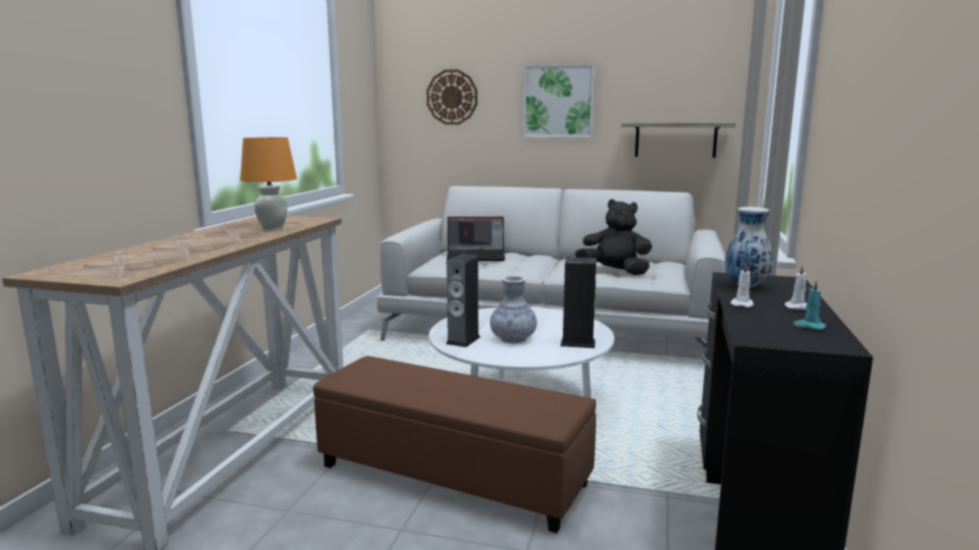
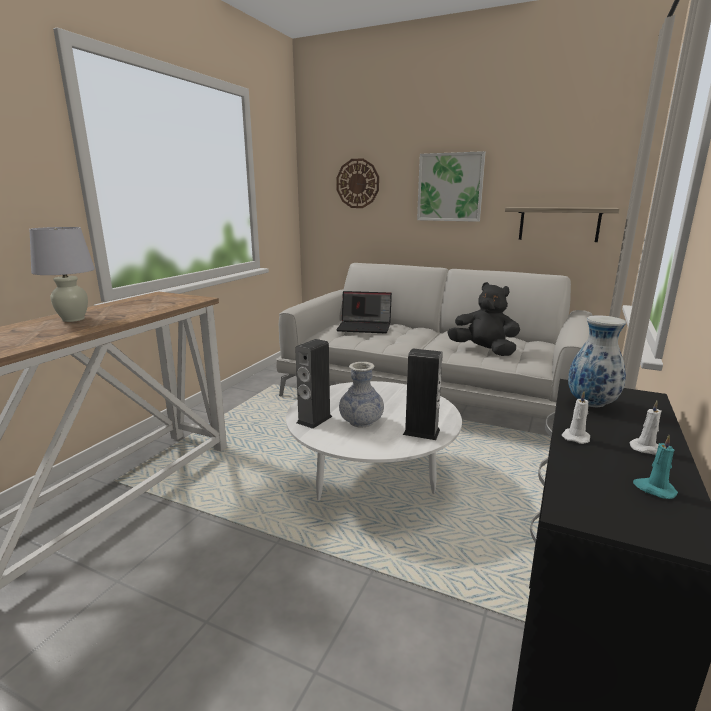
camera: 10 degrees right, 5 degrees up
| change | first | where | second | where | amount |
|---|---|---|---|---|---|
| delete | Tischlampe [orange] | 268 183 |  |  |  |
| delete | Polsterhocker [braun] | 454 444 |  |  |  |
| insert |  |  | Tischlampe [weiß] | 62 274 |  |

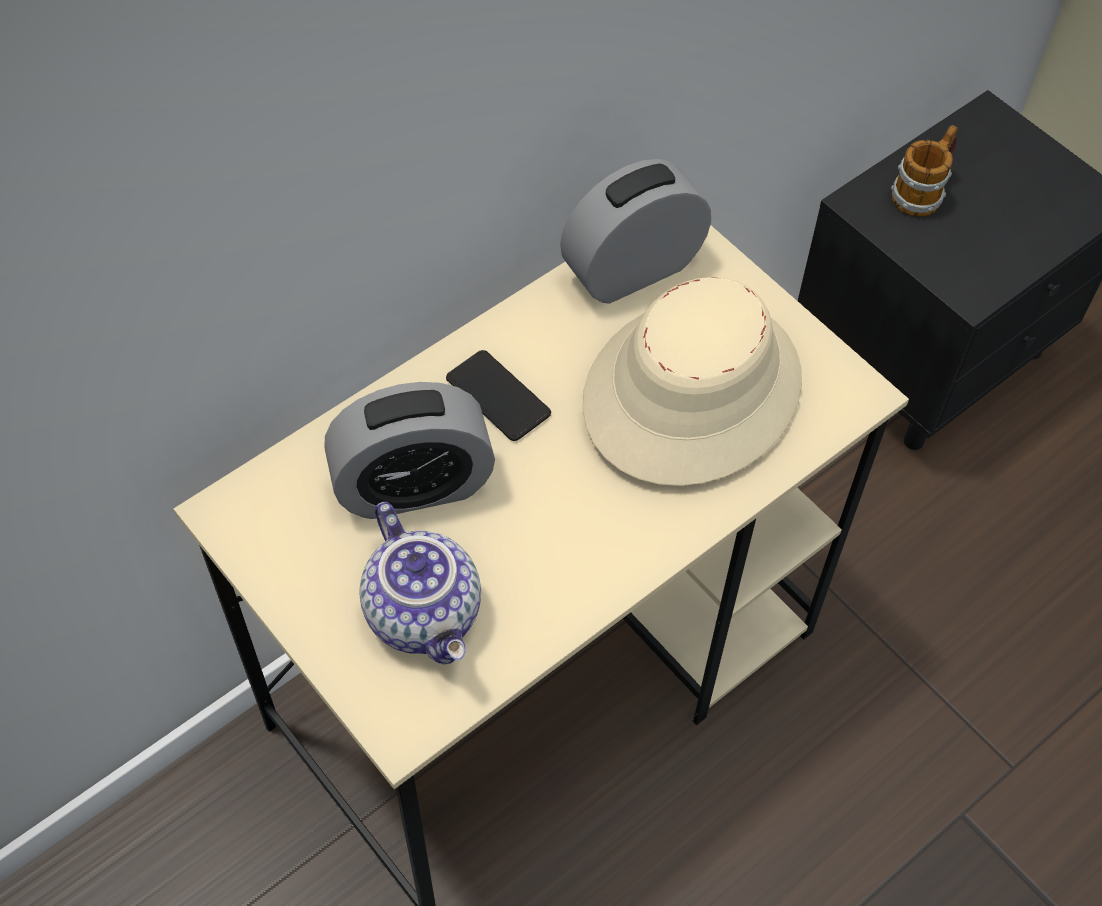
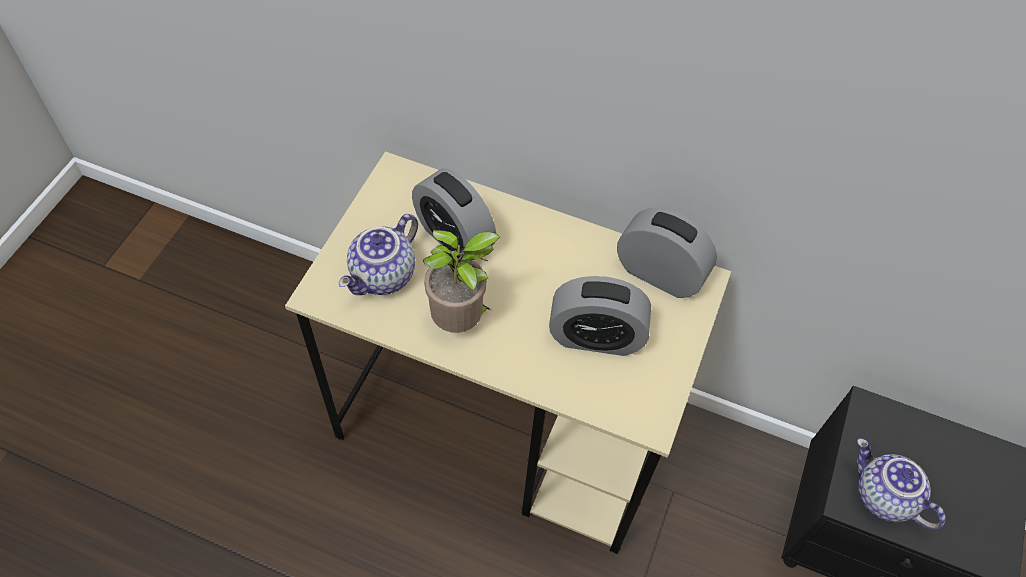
camera: 60 degrees right, 0 degrees up
| change | first | where | second | where | amount |
|---|---|---|---|---|---|
| delete | Handy | 498 395 |  |  |  |
| replace | Hut [beige] | 692 381 | Wecker | 600 316 |  |
| delete | Henkelbecher | 924 171 |  |  |  |
| insert |  |  | Topfpflanze | 462 281 |  |
| insert |  |  | Teekanne | 901 484 |  |

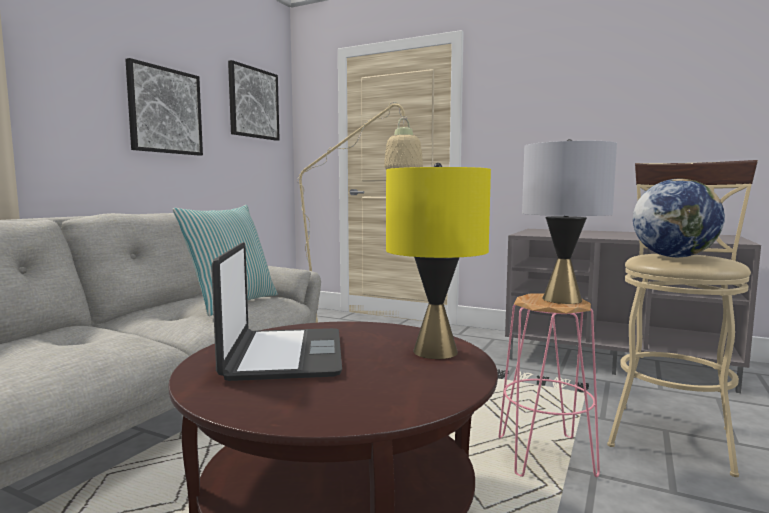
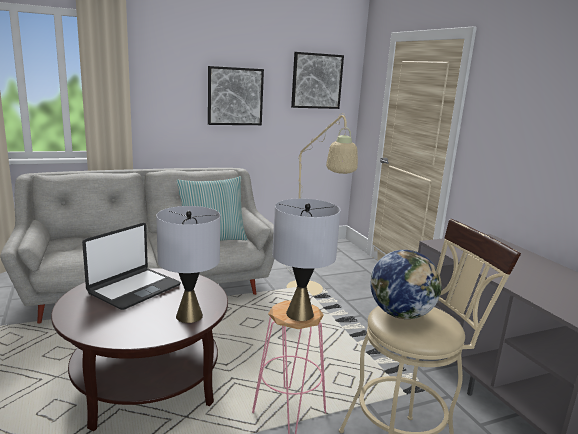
camera: 40 degrees right, 10 degrees up
| change | first | where | second | where | amount |
|---|---|---|---|---|---|
| recolor | Tischlampe [gelb] | 438 261 | Tischlampe [grau] | 188 264 |  |

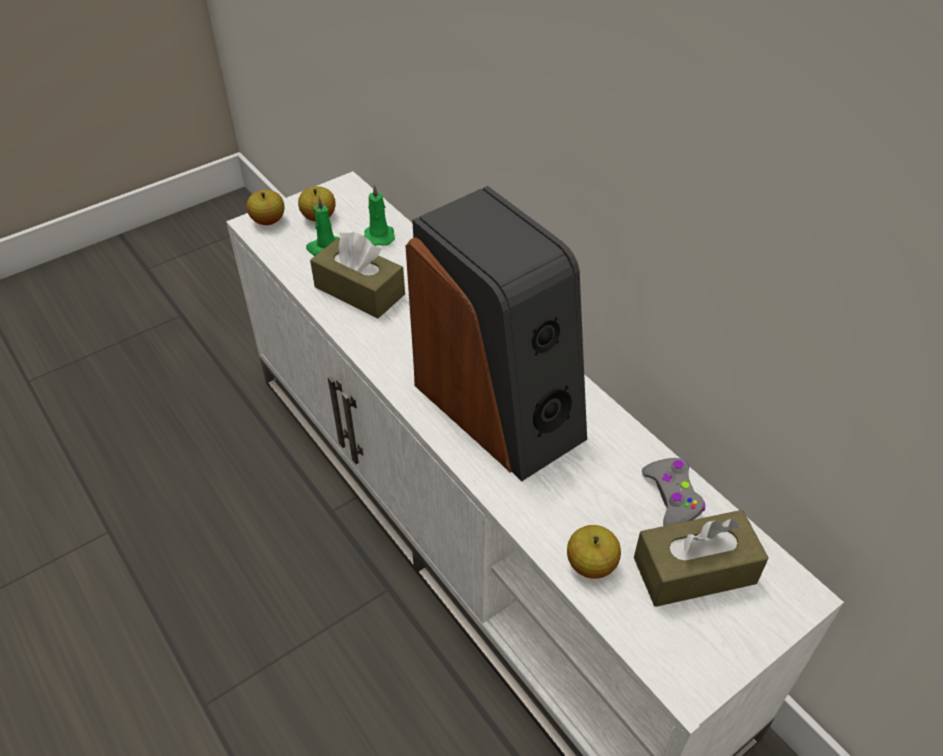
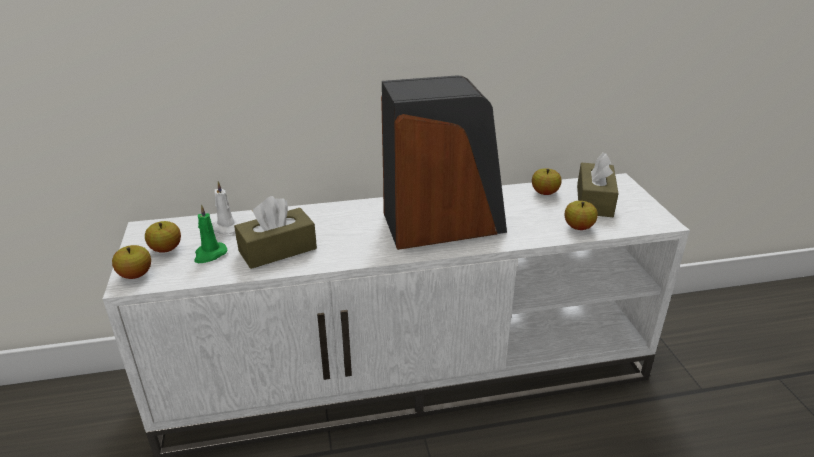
camera: 65 degrees left, 15 degrees down
| change | first | where | second | where | amount |
|---|---|---|---|---|---|
| recolor | Kerze [grün] | 379 215 | Kerze [weiß] | 226 208 |  |
| replace | Gamepad [grau] | 673 492 | Apfel | 547 181 |  |

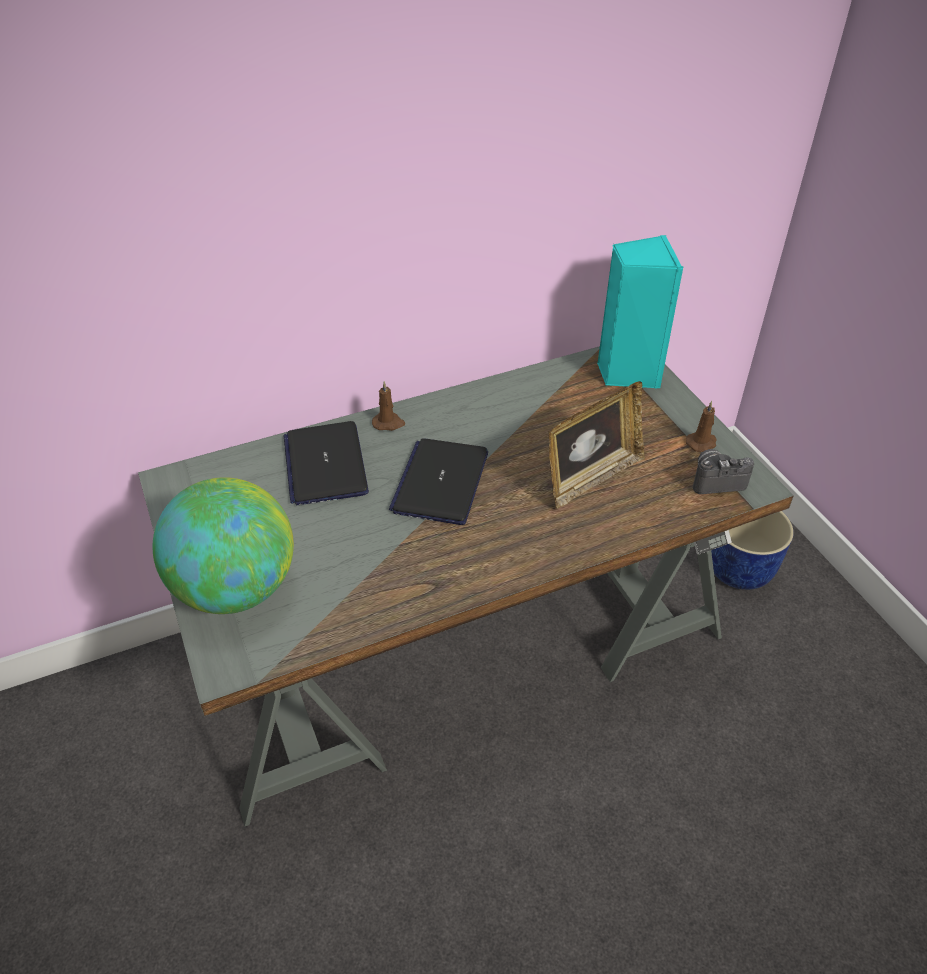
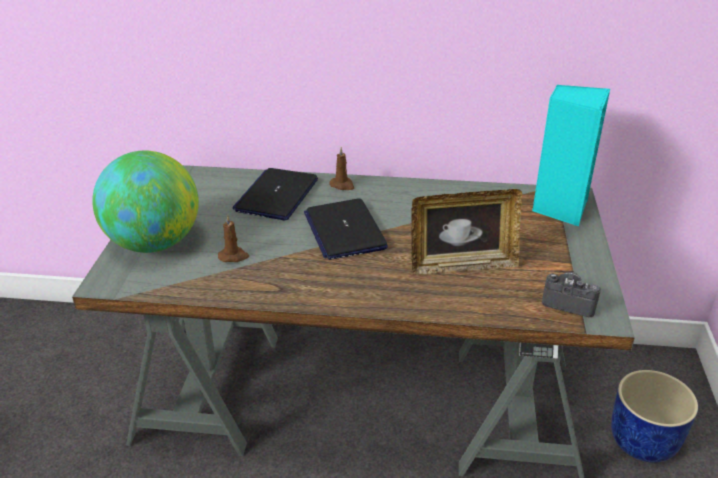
camera: 30 degrees right, 10 degrees down
| change | first | where | second | where | amount |
|---|---|---|---|---|---|
| rotate | Laptop | 438 481 |  | 346 229 | 60 degrees counterclockwise |
| move | Kerze [braun] | 701 426 |  | 233 238 |  |

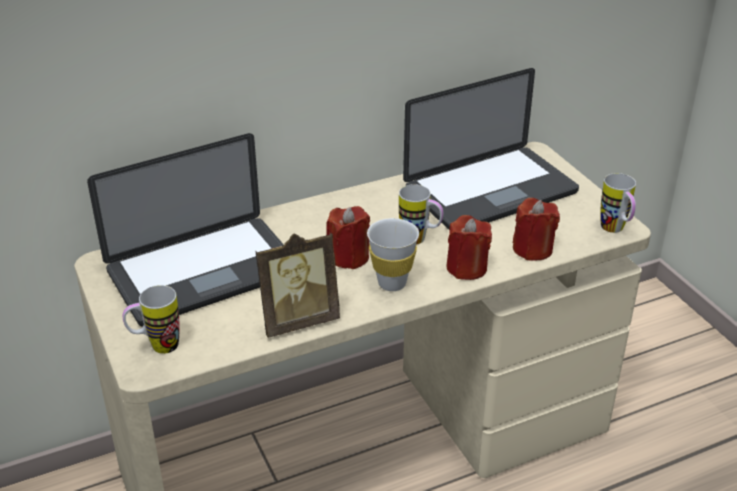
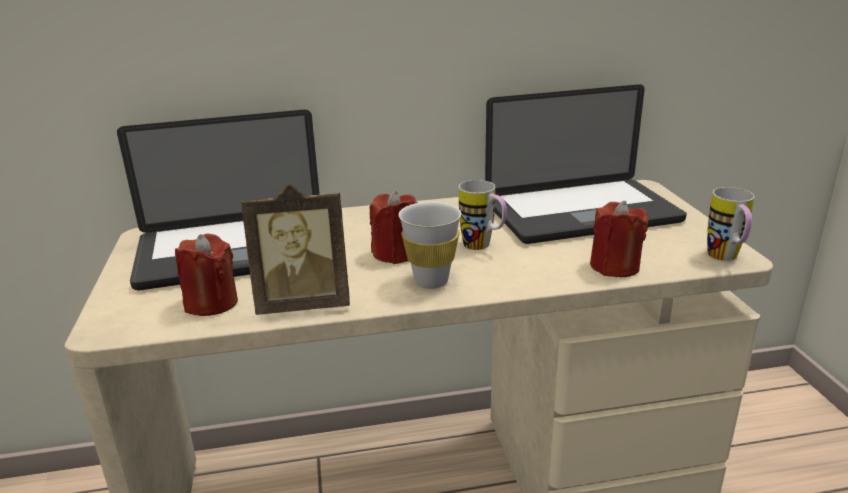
camera: 15 degrees right, 10 degrees down
| change | first | where | second | where | amount |
|---|---|---|---|---|---|
| delete | Henkelbecher | 151 319 |  |  |  |
| move | Kerze [rot] | 469 247 |  | 206 275 |  |

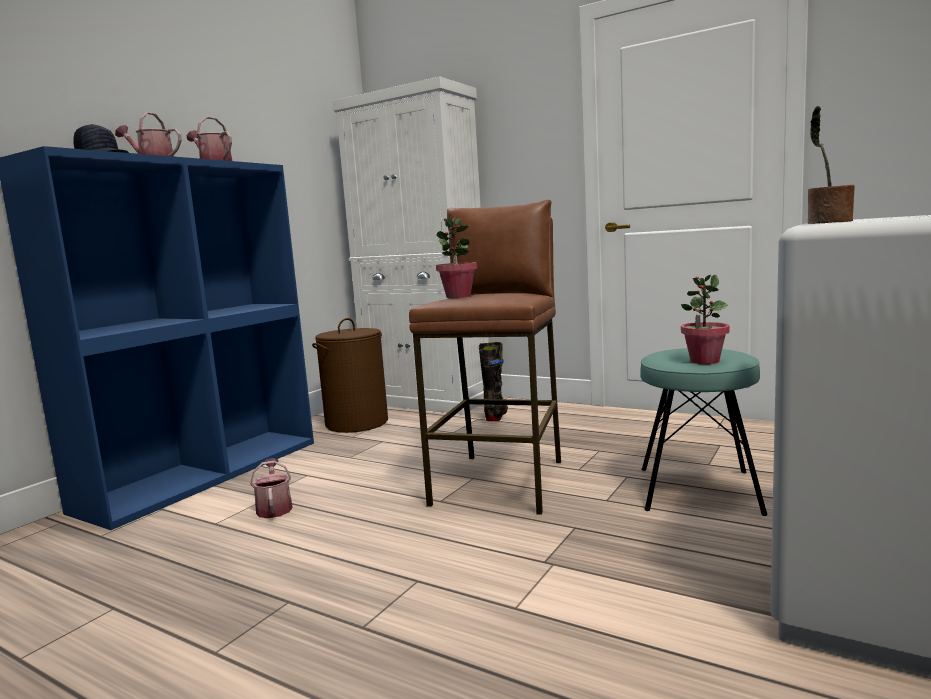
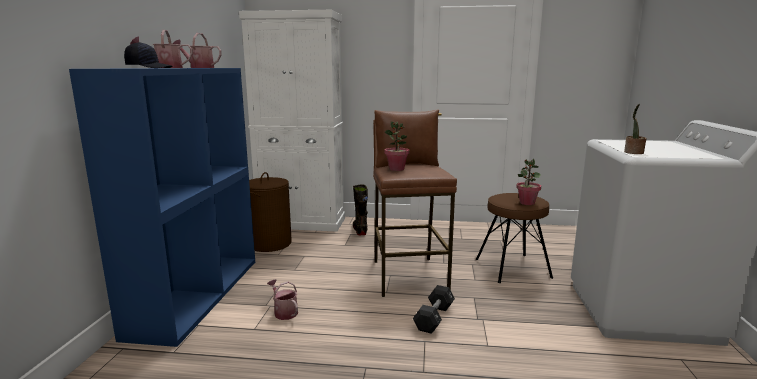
camera: 25 degrees left, 5 degrees up
| change | first | where | second | where | amount |
|---|---|---|---|---|---|
| recolor | Hocker [türkis] | 703 432 | Hocker [braun] | 514 238 |  |
| insert |  |  | Hantel [schwarz] | 434 309 |  |

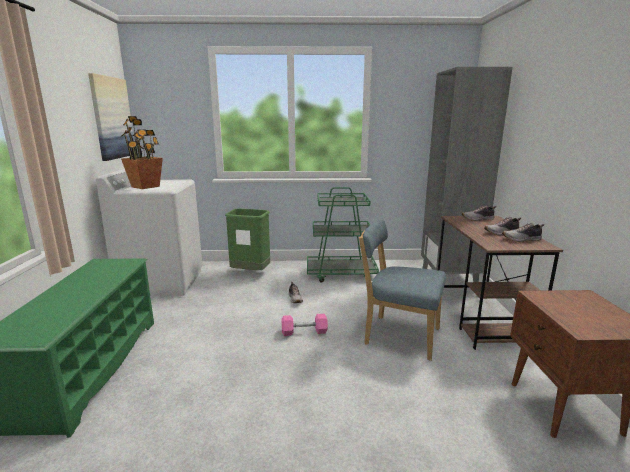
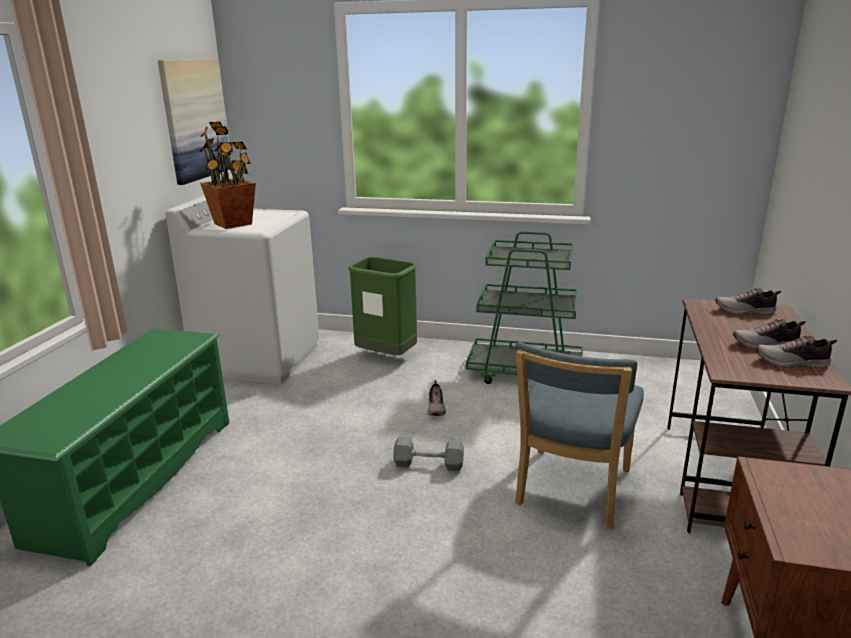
camera: 15 degrees right, 5 degrees up
| change | first | where | second | where | amount |
|---|---|---|---|---|---|
| recolor | Hantel [rosa] | 305 325 | Hantel [grau] | 428 454 |  |
| rotate | Stuhl [blau] | 402 290 |  | 579 435 | 105 degrees counterclockwise |
| delete | Bücherregal [grau] | 467 174 |  |  |  |

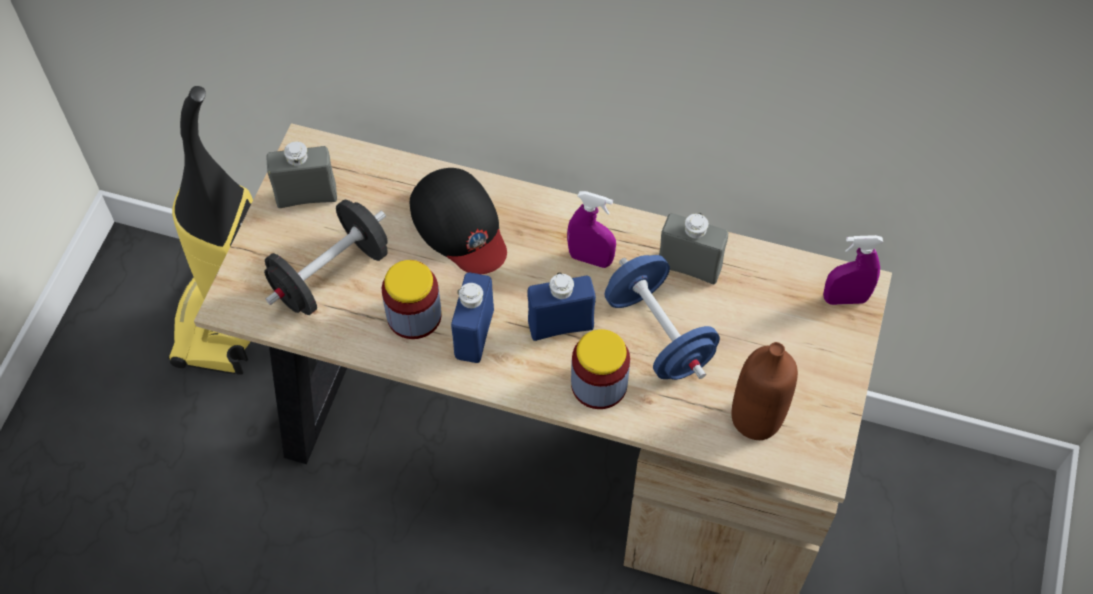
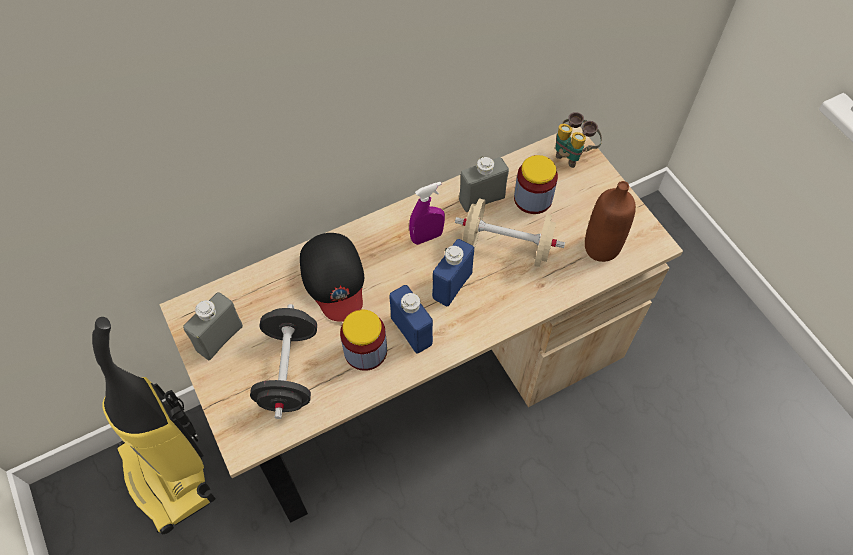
camera: 45 degrees left, 0 degrees up
| change | first | where | second | where | amount |
|---|---|---|---|---|---|
| rotate | Kappe [schwarz] | 458 221 |  | 332 277 | 60 degrees clockwise |
| move | Vorratsglas | 600 369 |  | 536 184 |  |
| recolor | Hantel [blau] | 662 317 | Hantel [beige] | 510 232 |  |
| replace | Sprühflasche [lila] | 853 270 | Fernglas | 578 140 |  |

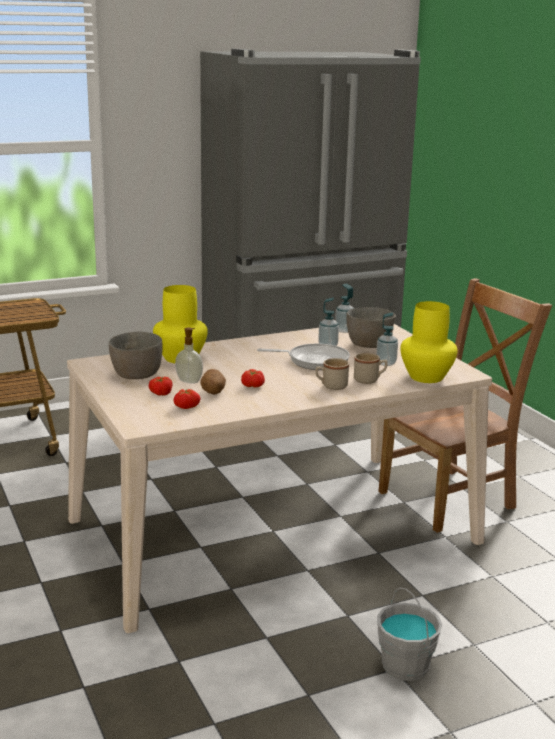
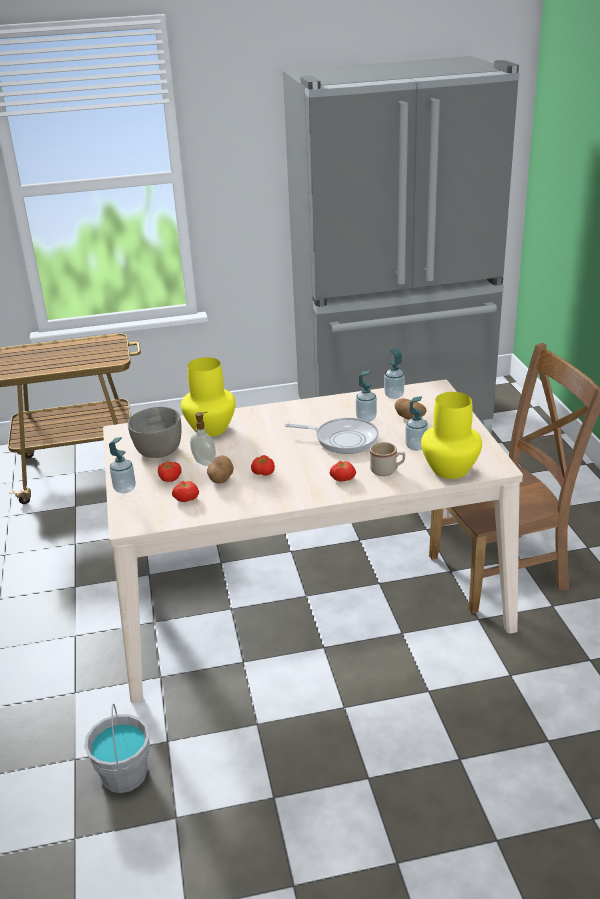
camera: 15 degrees right, 10 degrees up
| change | first | where | second | where | amount |
|---|---|---|---|---|---|
| replace | Henkelbecher [beige] | 332 374 | Tomate | 343 471 |  |
| replace | Schüssel [grau] | 371 327 | Kartoffel | 411 409 |  |
| move | Eimer [grau] | 409 634 |  | 117 748 |  |
| insert |  |  | Seifenspender | 122 465 |  |

